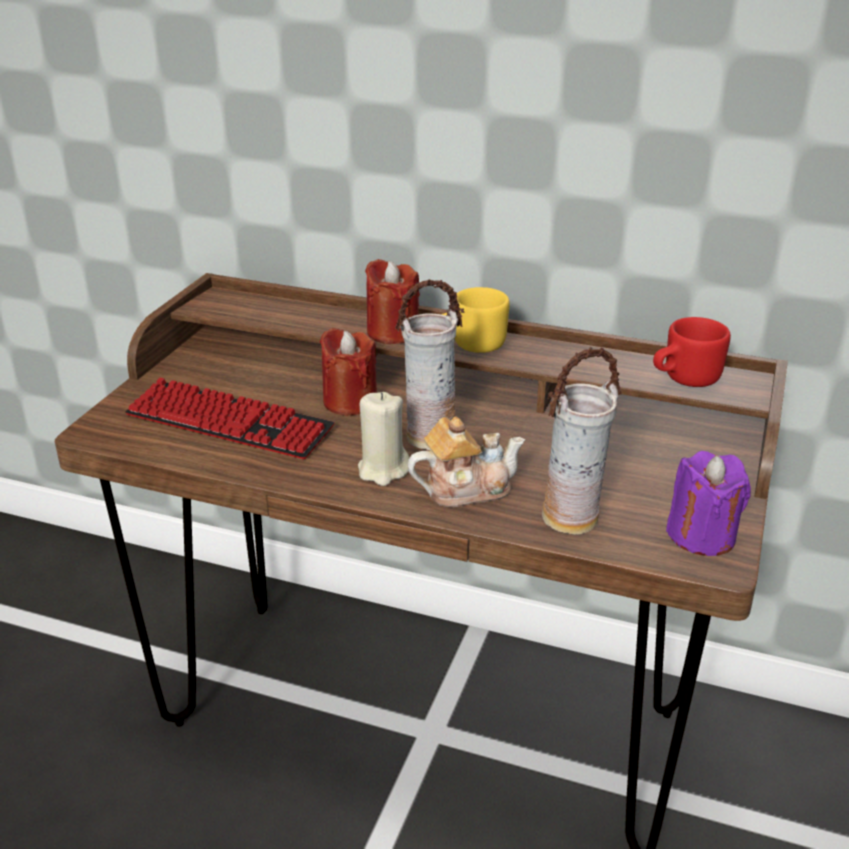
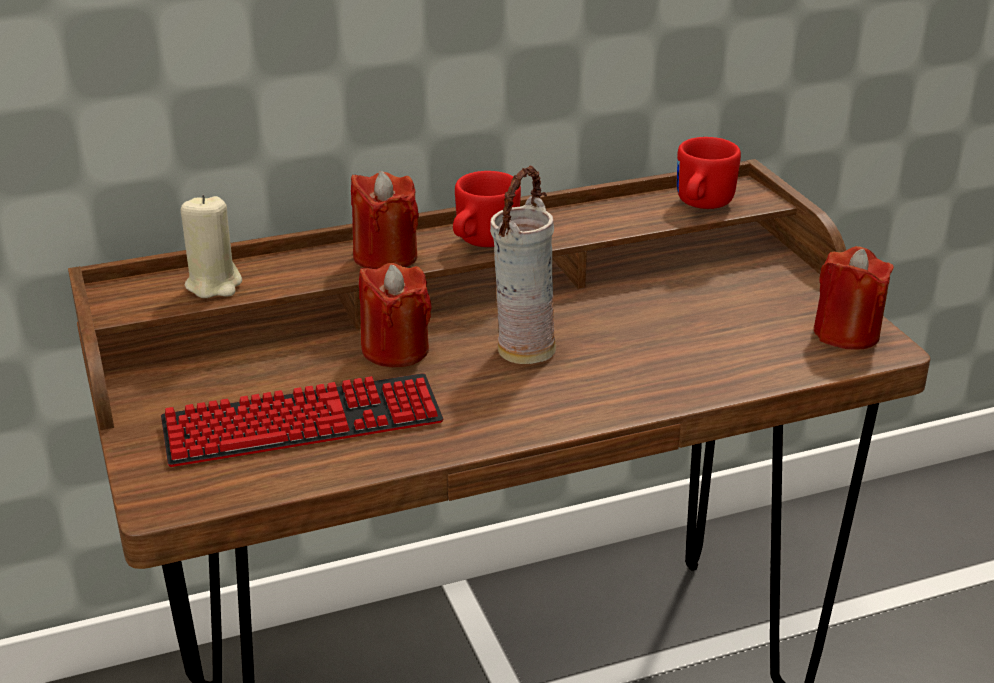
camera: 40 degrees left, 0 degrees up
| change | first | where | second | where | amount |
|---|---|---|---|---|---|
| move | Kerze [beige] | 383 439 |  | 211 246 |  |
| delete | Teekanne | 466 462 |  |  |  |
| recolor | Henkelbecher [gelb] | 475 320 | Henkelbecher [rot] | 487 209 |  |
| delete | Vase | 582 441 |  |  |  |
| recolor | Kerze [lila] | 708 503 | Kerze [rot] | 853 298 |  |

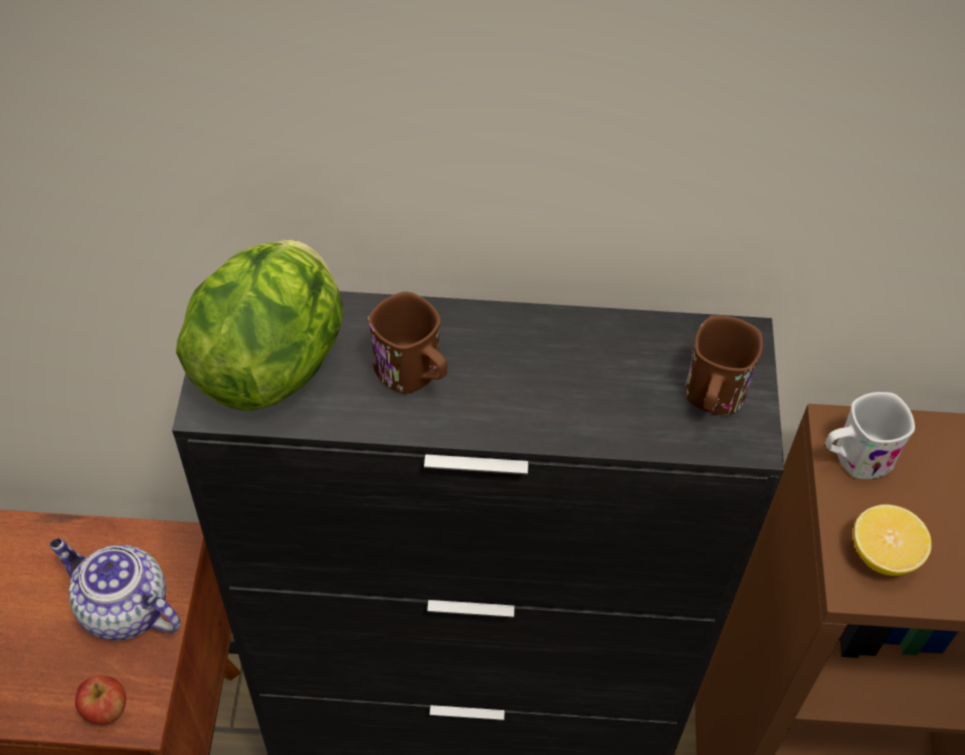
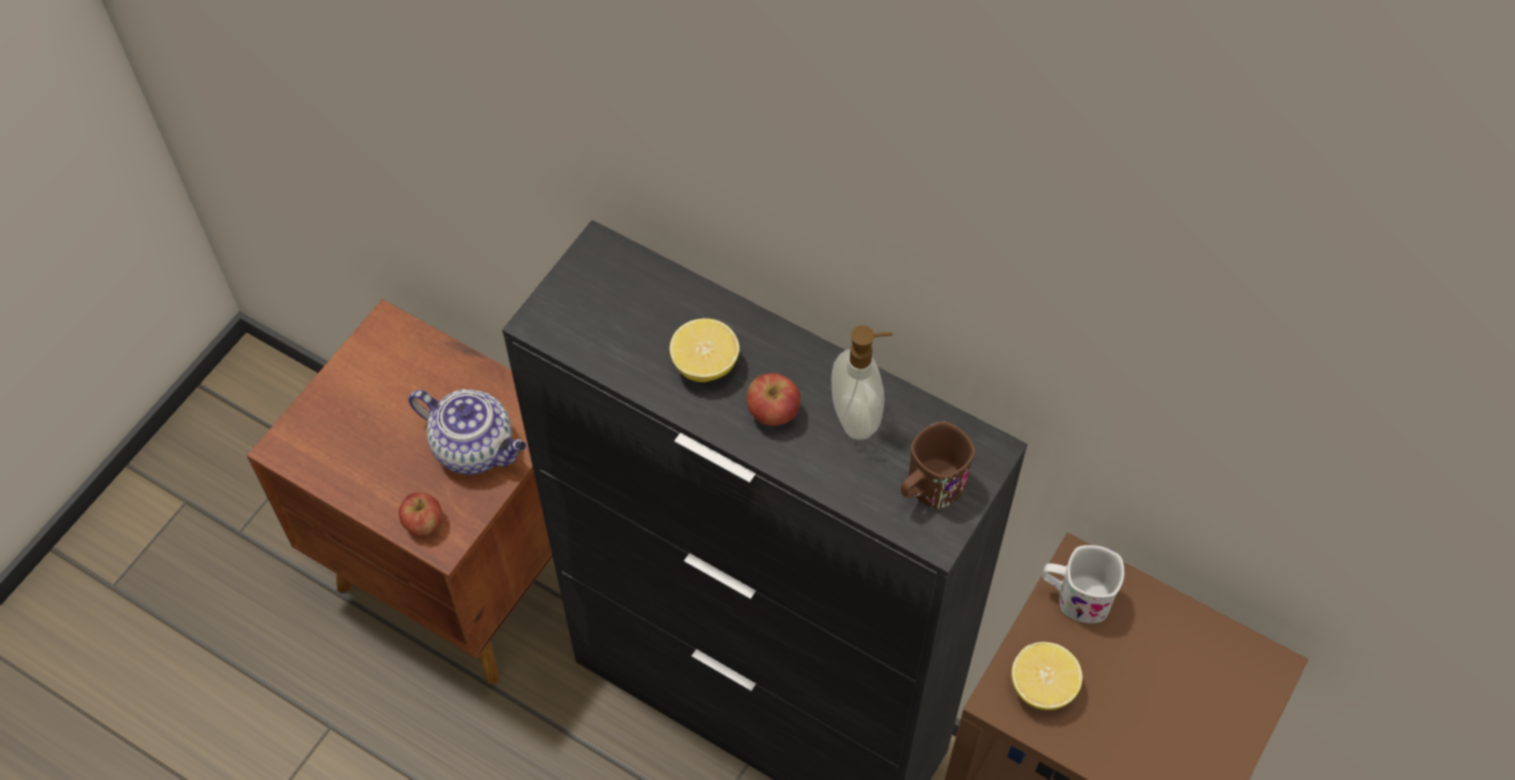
camera: 30 degrees right, 5 degrees up
| change | first | where | second | where | amount |
|---|---|---|---|---|---|
| rotate | Teekanne | 114 589 |  | 468 432 | 150 degrees clockwise |
| delete | Salatkopf | 259 325 |  |  |  |
| replace | Henkelbecher [braun] | 408 343 | Zitrone | 704 350 |  |
| insert |  |  | Apfel | 773 399 |  |
| insert |  |  | Seifenspender | 862 382 |  |

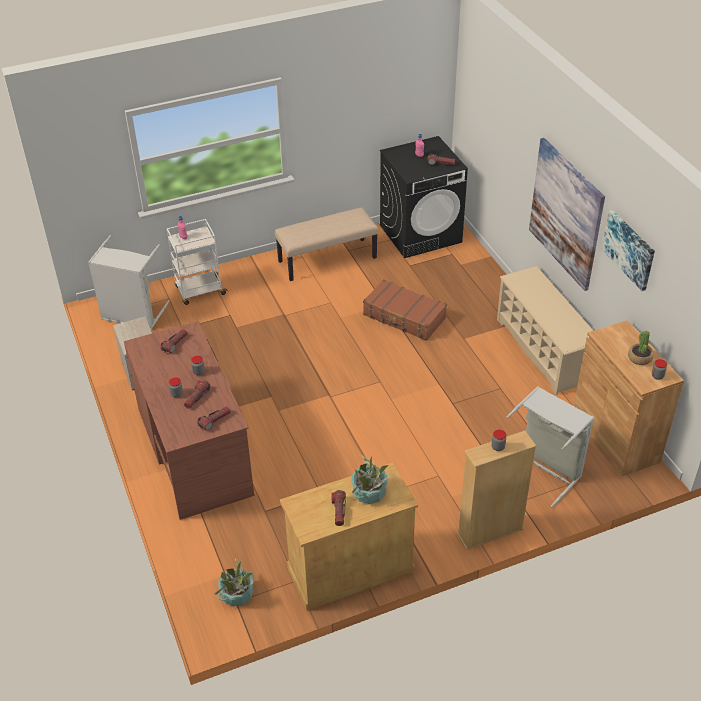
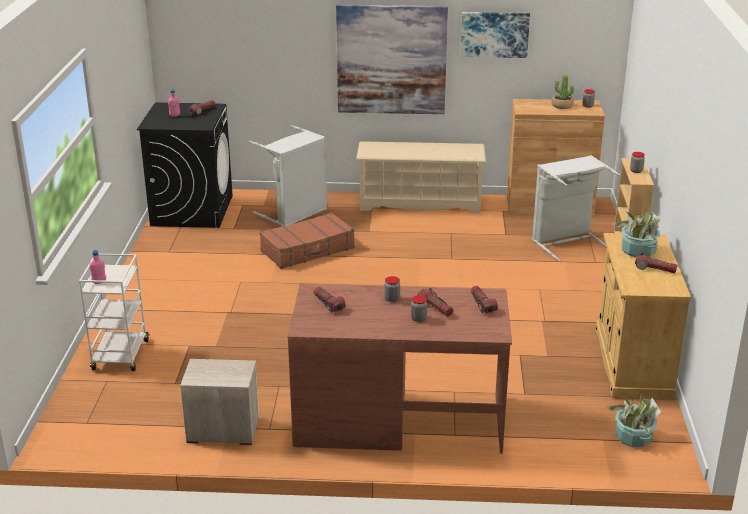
camera: 65 degrees left, 15 degrees down
| change | first | where | second | where | amount |
|---|---|---|---|---|---|
| move | Wäschekorb [grau] | 129 282 |  | 288 175 |  |
| delete | Bank [beige] | 327 244 |  |  |  |

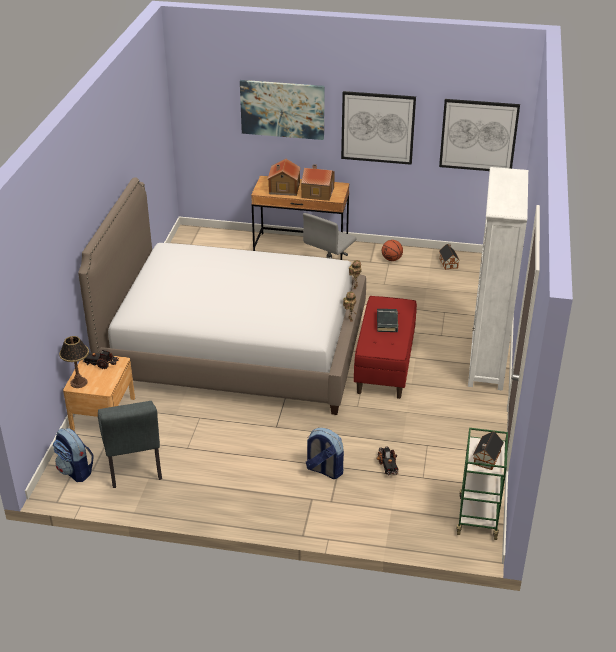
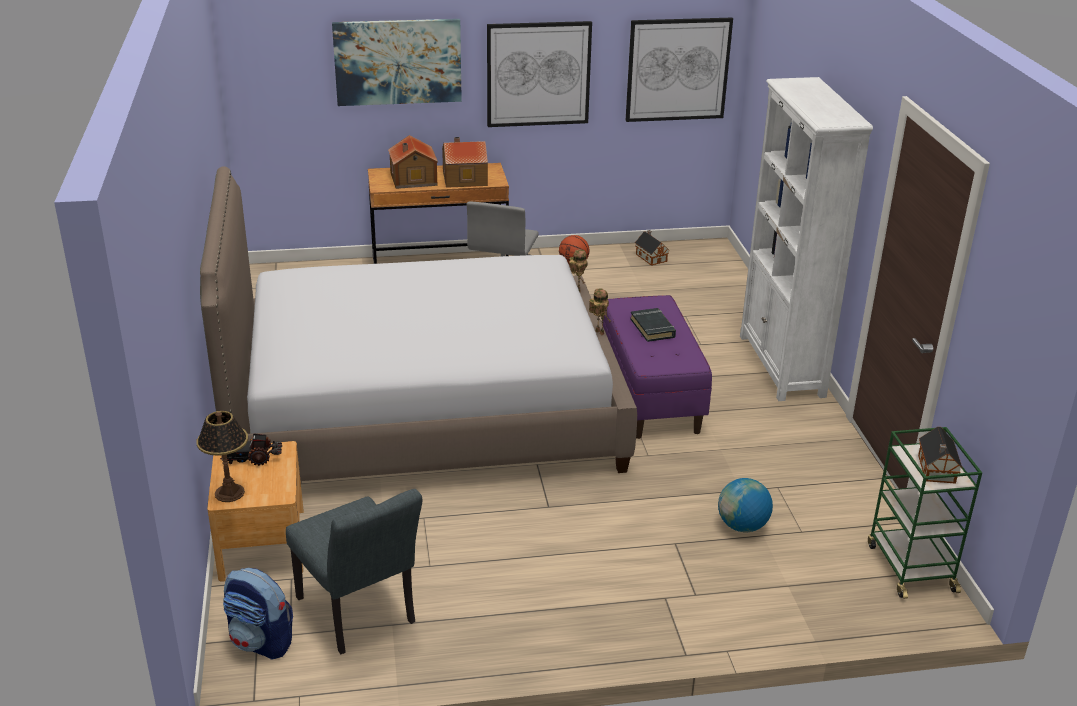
camera: 20 degrees left, 5 degrees down
| change | first | where | second | where | amount |
|---|---|---|---|---|---|
| delete | Rucksack | 325 453 |  |  |  |
| recolor | Bank [rot] | 385 347 | Bank [lila] | 657 367 |  |
| replace | Spielzeuglaster | 387 460 | Globus | 745 505 |  |

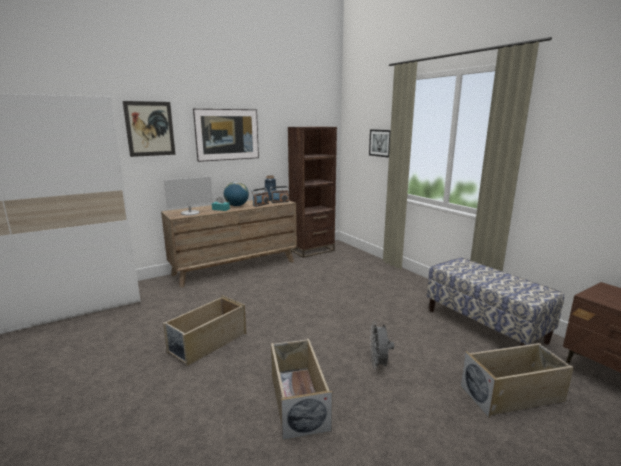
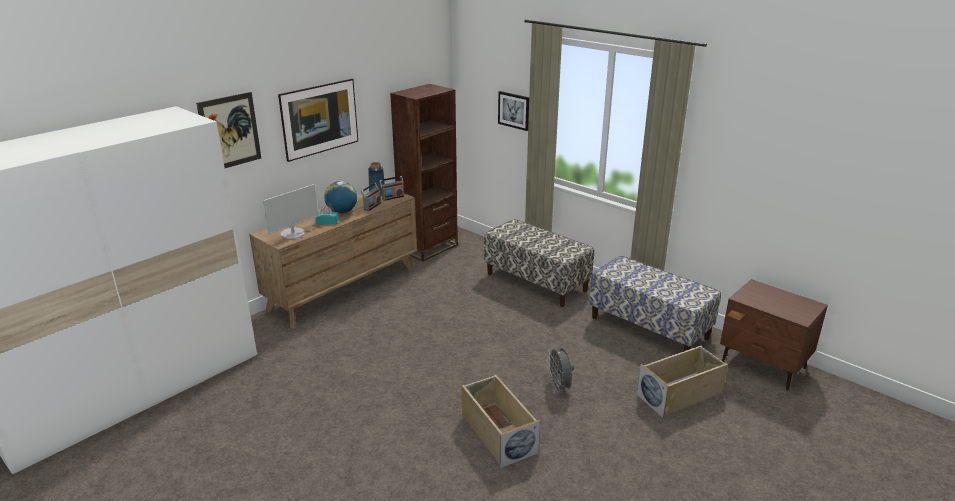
camera: 15 degrees left, 10 degrees up
| change | first | where | second | where | amount |
|---|---|---|---|---|---|
| delete | Aufbewahrungsbox [beige] | 204 330 |  |  |  |
| insert |  |  | Bank | 539 263 |  |

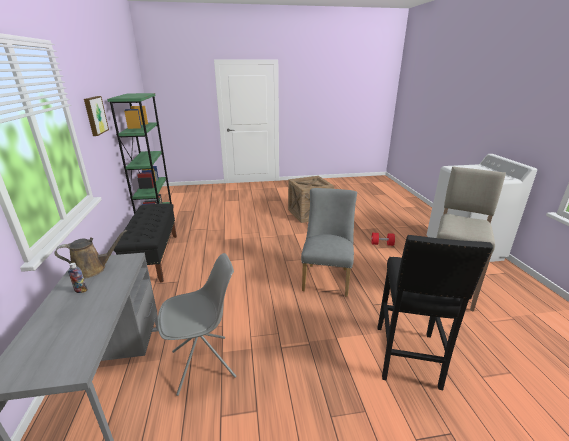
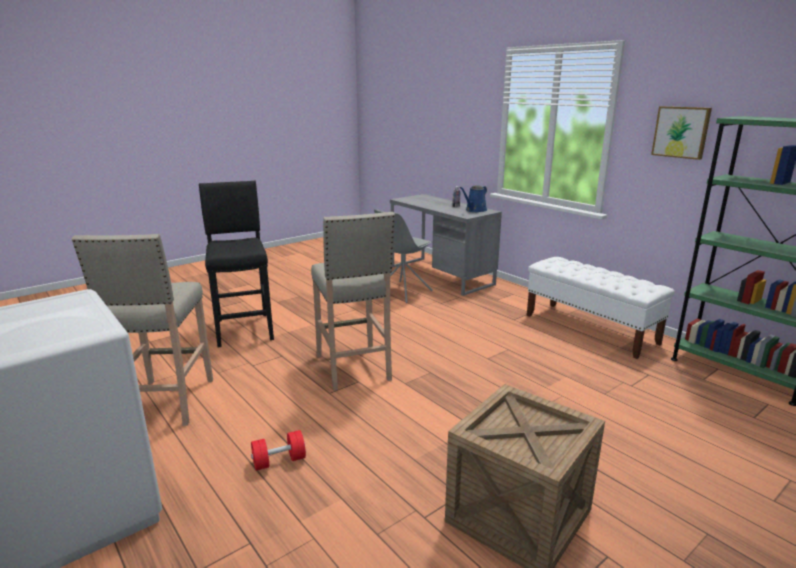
camera: 150 degrees right, 5 degrees down
| change | first | where | second | where | amount |
|---|---|---|---|---|---|
| recolor | Gießkanne [braun] | 91 254 | Gießkanne [blau] | 473 198 |  |
| recolor | Bank [schwarz] | 145 243 | Bank [weiß] | 601 308 |  |
| replace | Stuhl [grau] | 329 242 | Hocker [beige] | 353 301 |  |

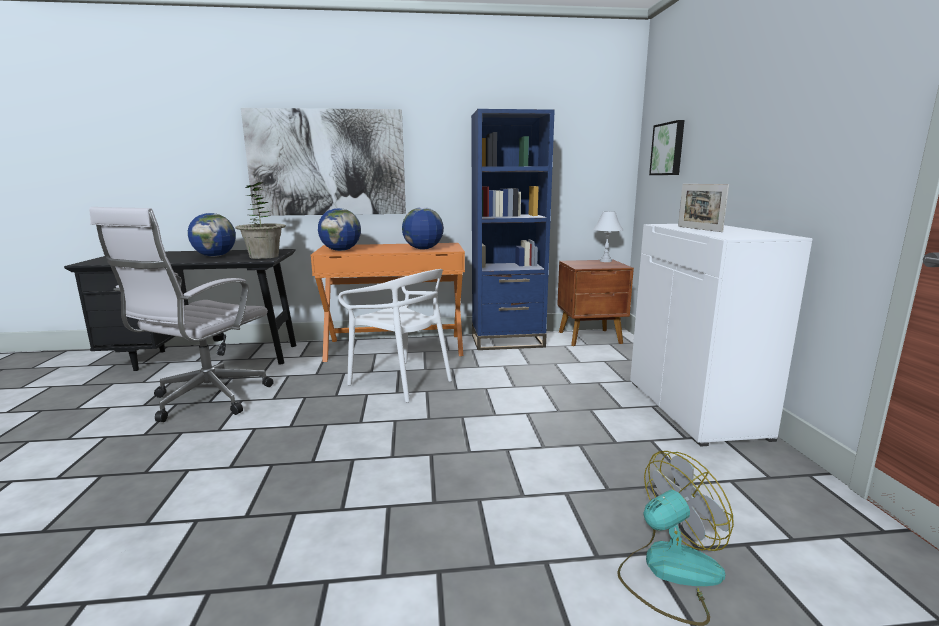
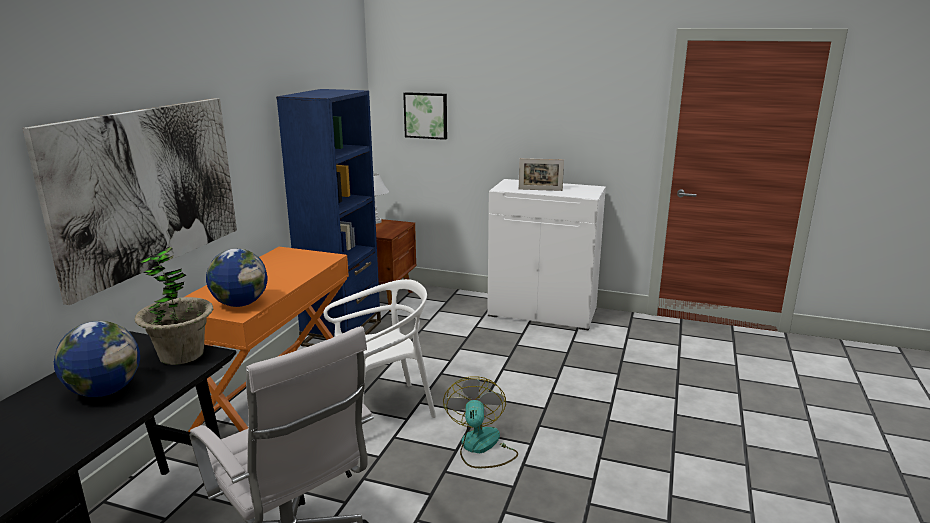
camera: 65 degrees left, 5 degrees up
| change | first | where | second | where | amount |
|---|---|---|---|---|---|
| delete | Globus | 423 228 |  |  |  |
| move | Ventilator | 675 538 |  | 480 422 |  |

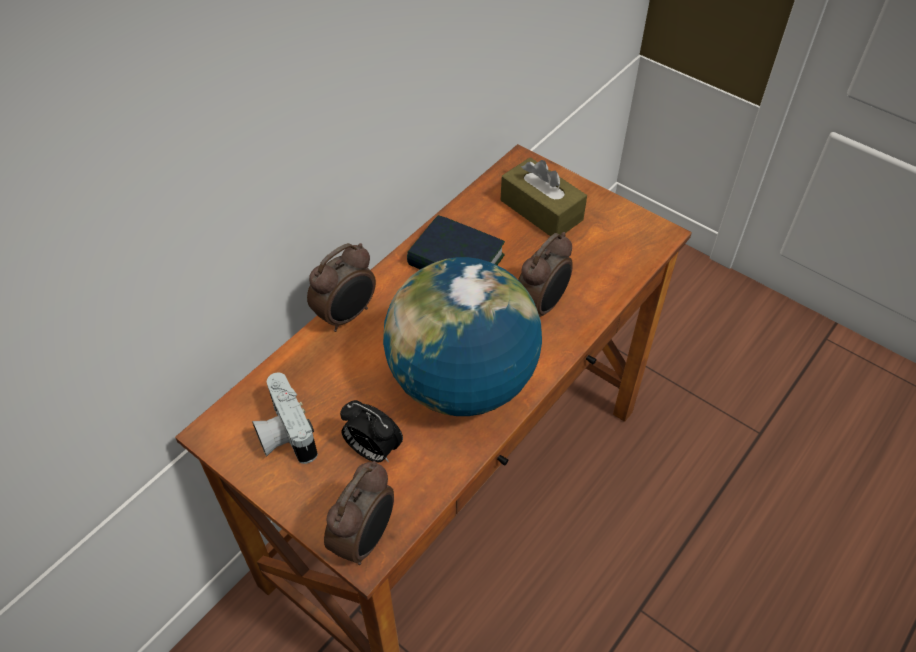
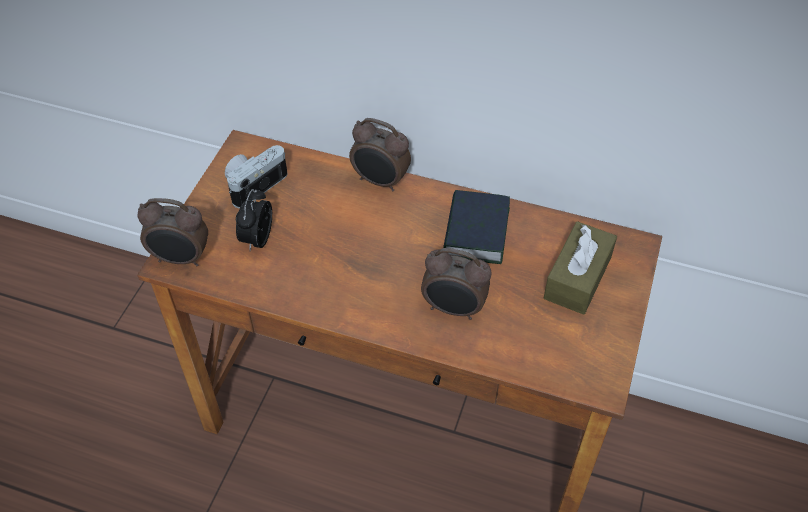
camera: 70 degrees right, 0 degrees up
| change | first | where | second | where | amount |
|---|---|---|---|---|---|
| delete | Globus | 462 336 |  |  |  |

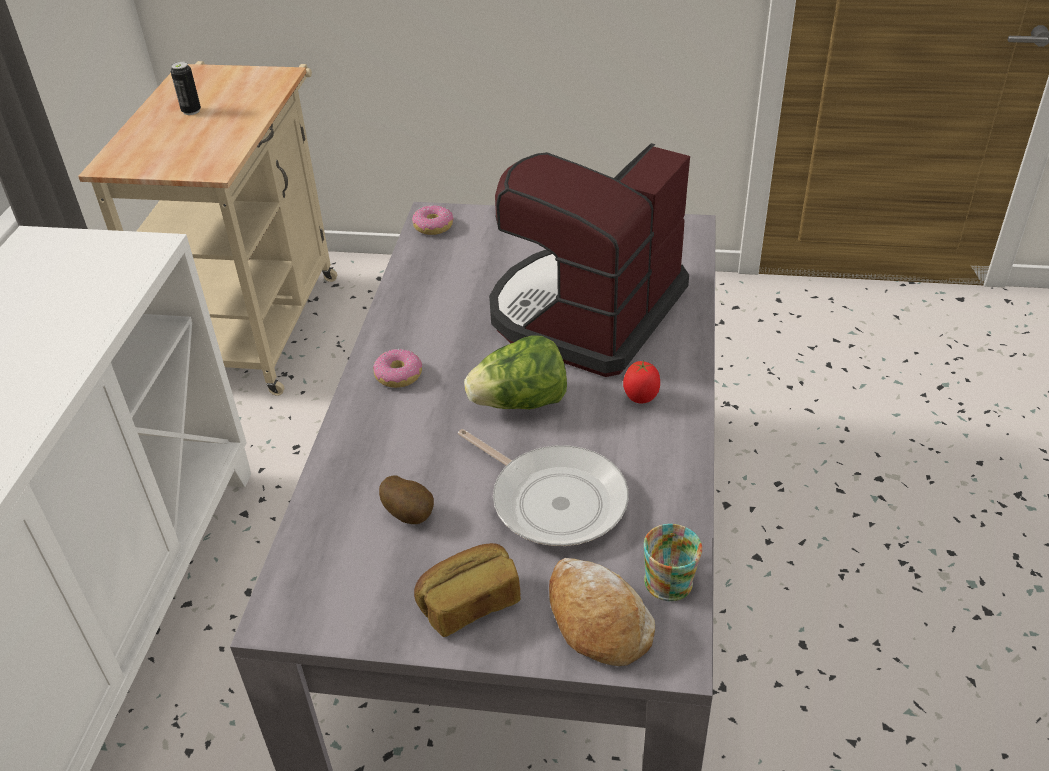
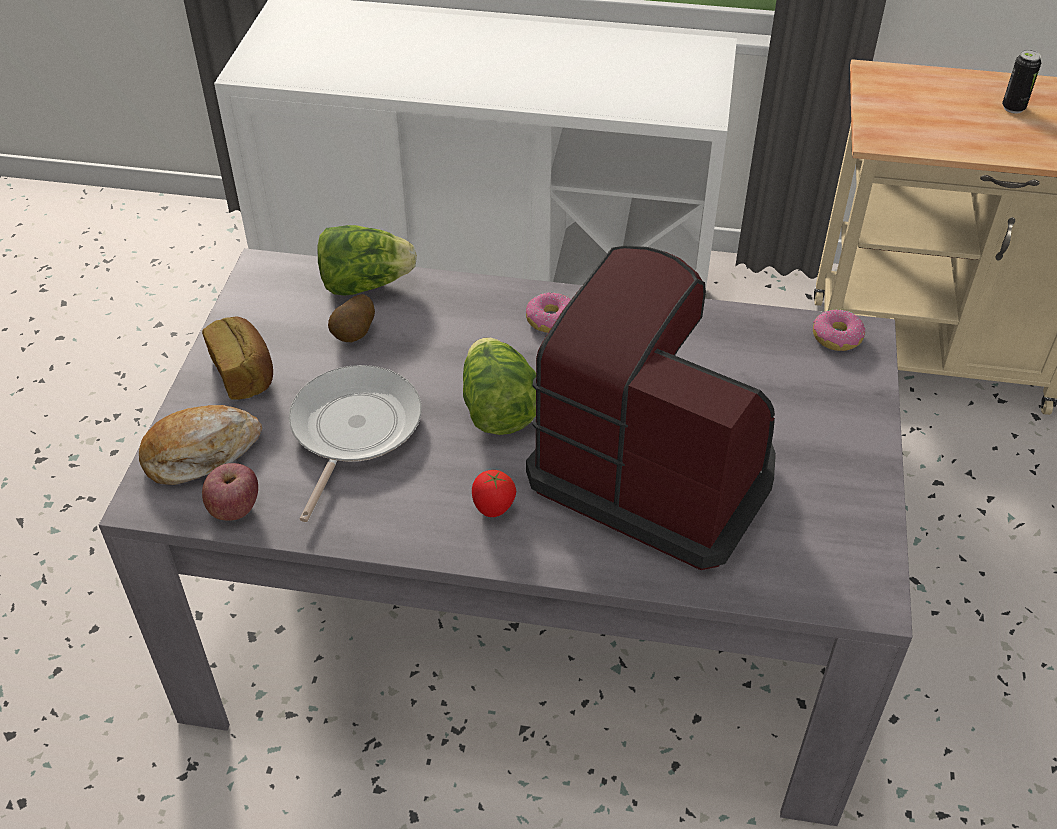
camera: 90 degrees right, 5 degrees up
| change | first | where | second | where | amount |
|---|---|---|---|---|---|
| rotate | Pfanne | 543 487 |  | 355 443 | 150 degrees clockwise |
| replace | Henkelbecher | 673 562 | Apfel | 230 491 |  |
| insert |  |  | Salatkopf | 367 260 |  |

